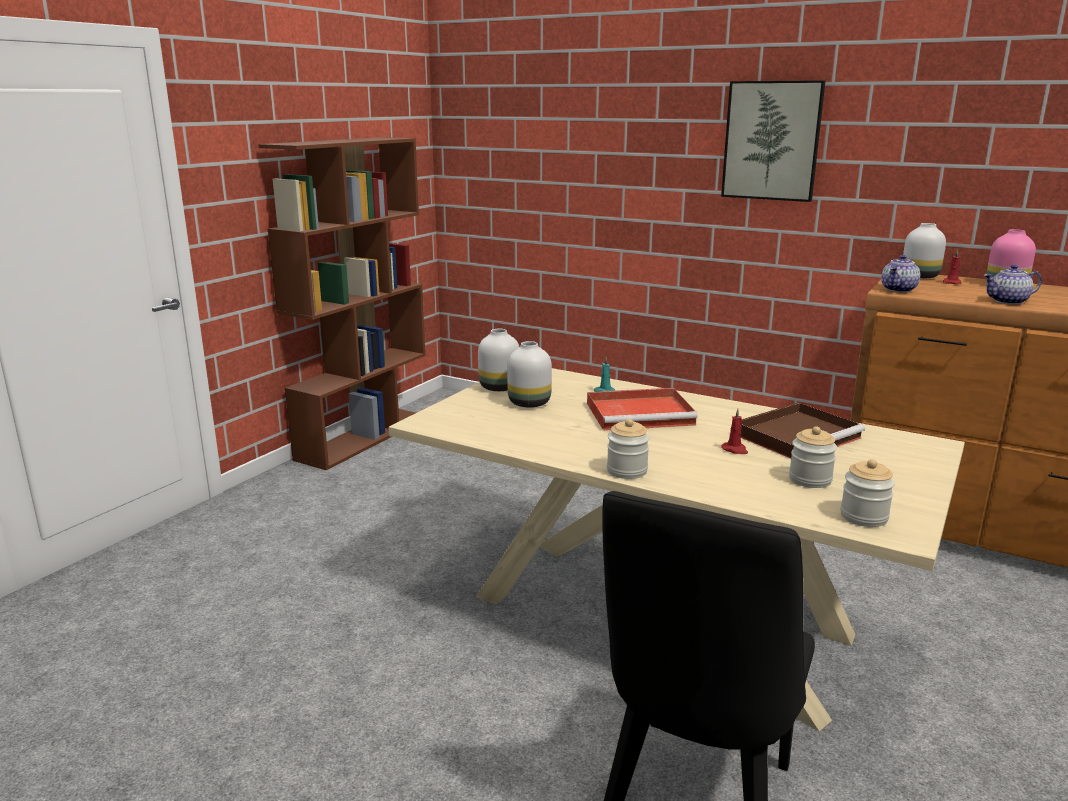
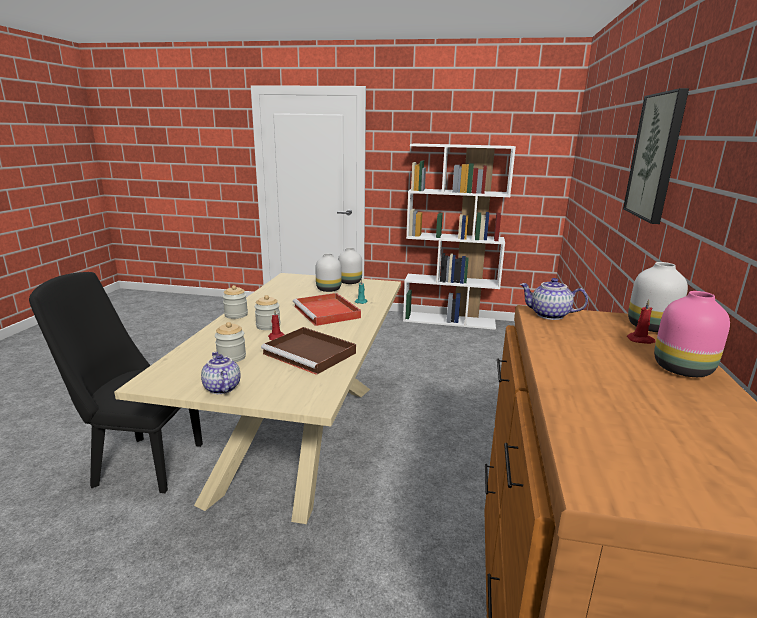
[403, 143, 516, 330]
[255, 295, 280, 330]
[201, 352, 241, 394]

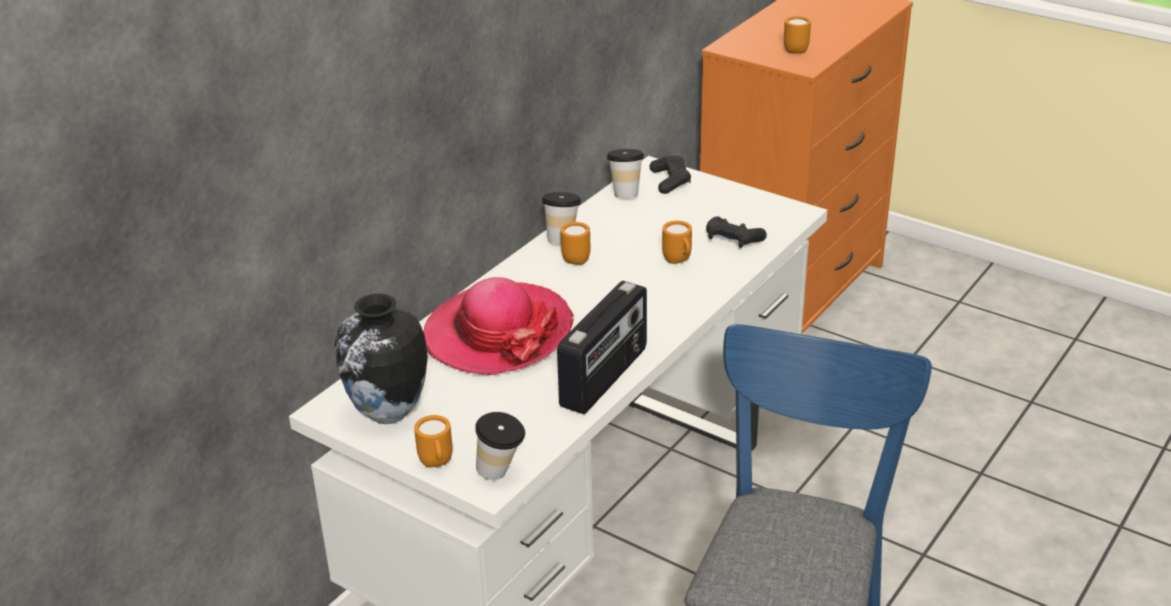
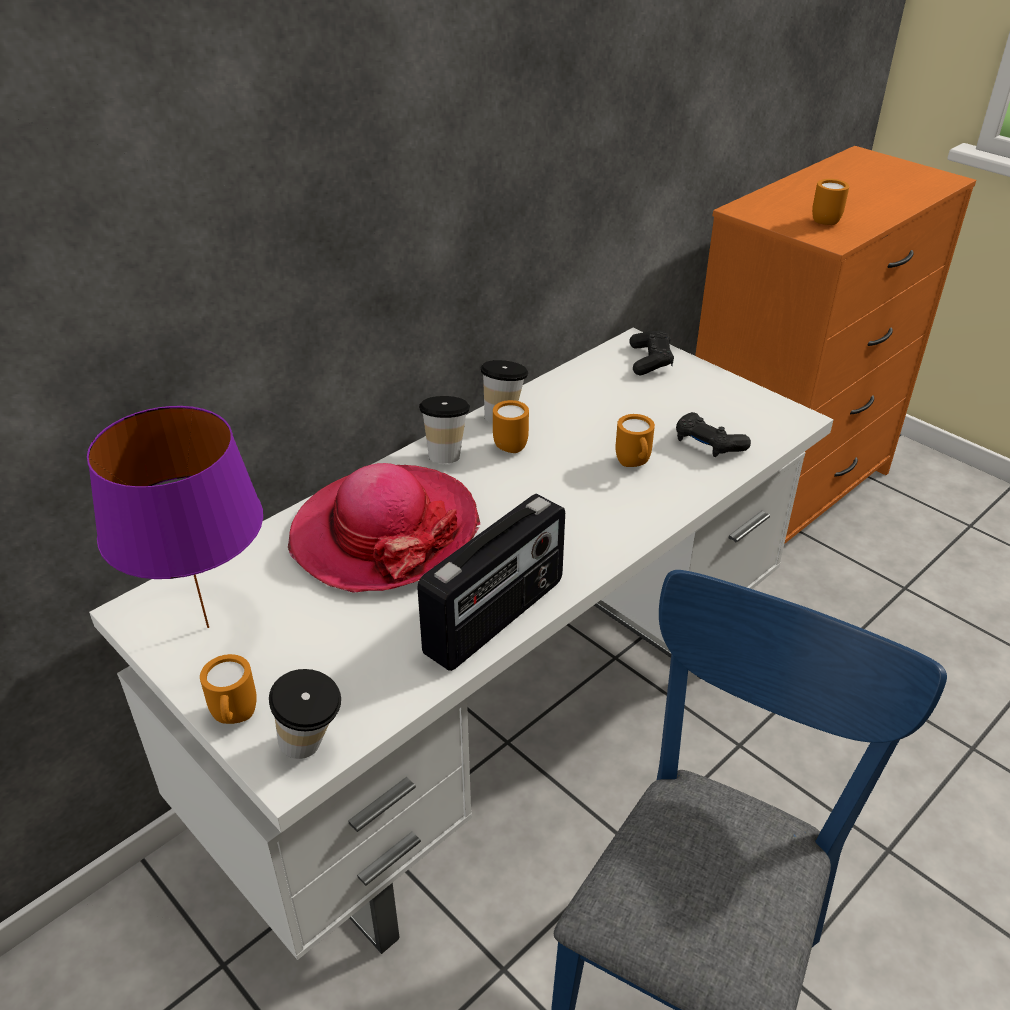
[87, 406, 263, 628]
[419, 396, 470, 463]

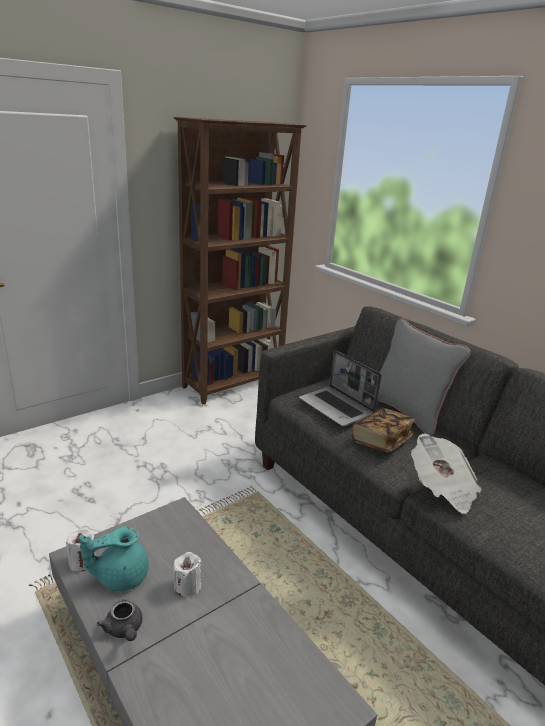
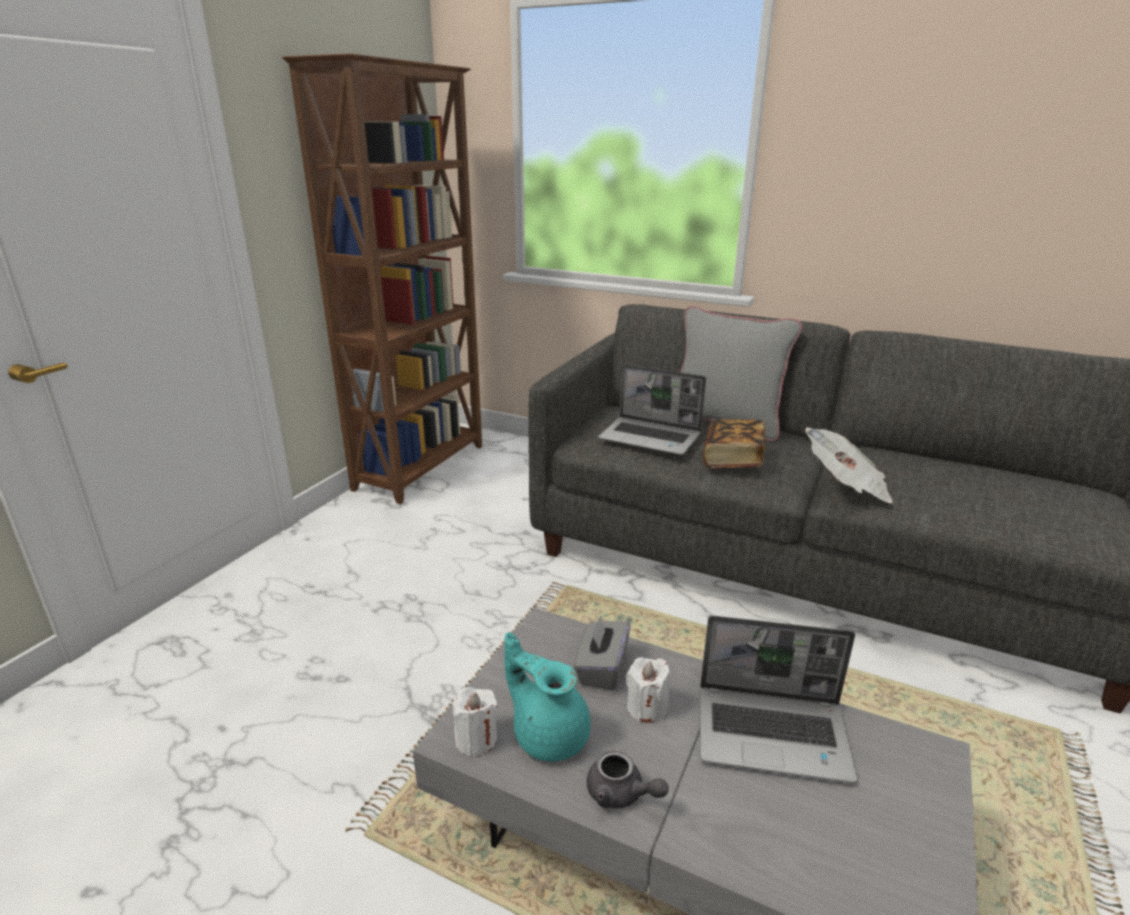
[504, 632, 591, 761]
[574, 615, 631, 690]
[700, 615, 857, 783]

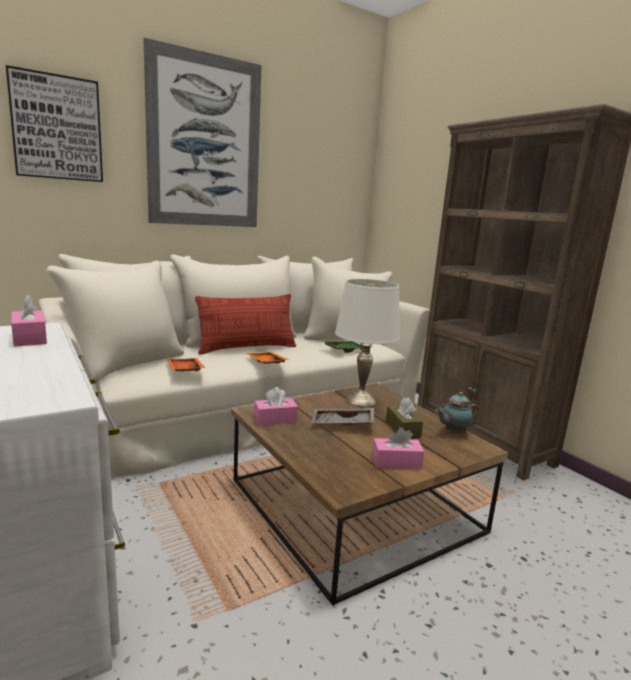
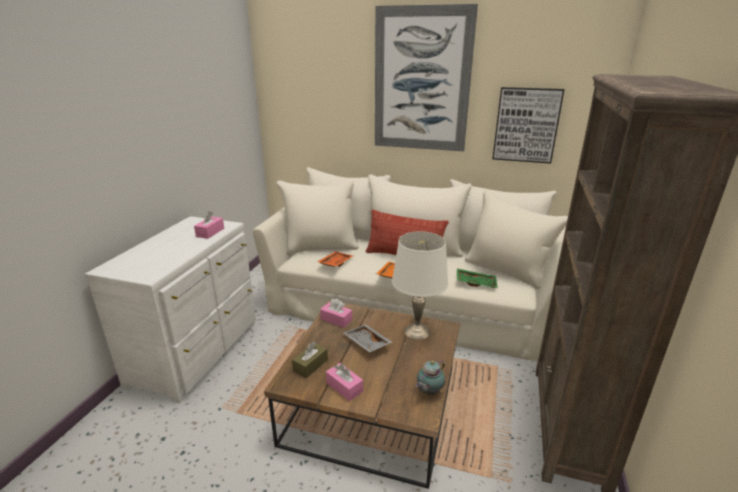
[493, 87, 564, 164]
[292, 342, 328, 378]
[416, 360, 445, 395]

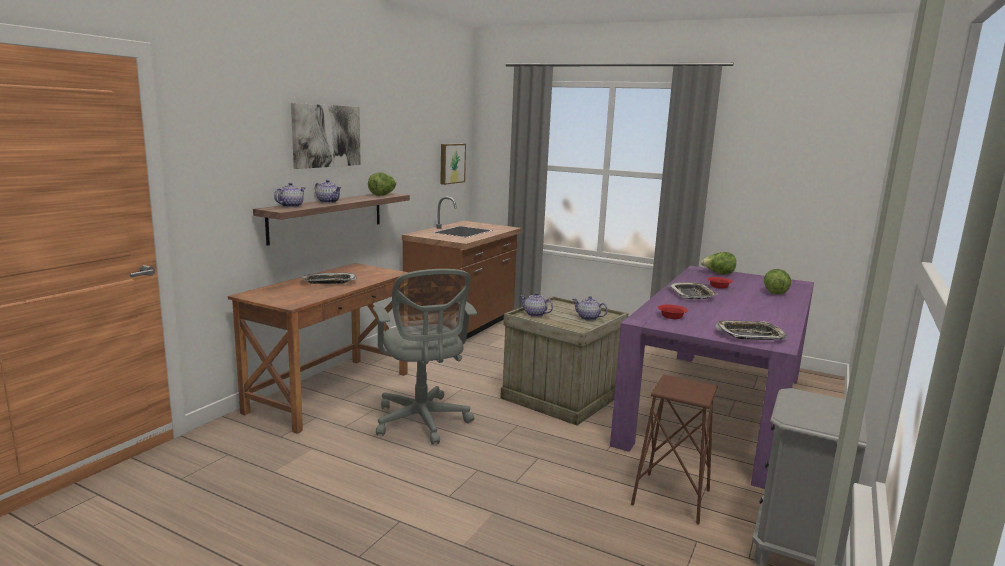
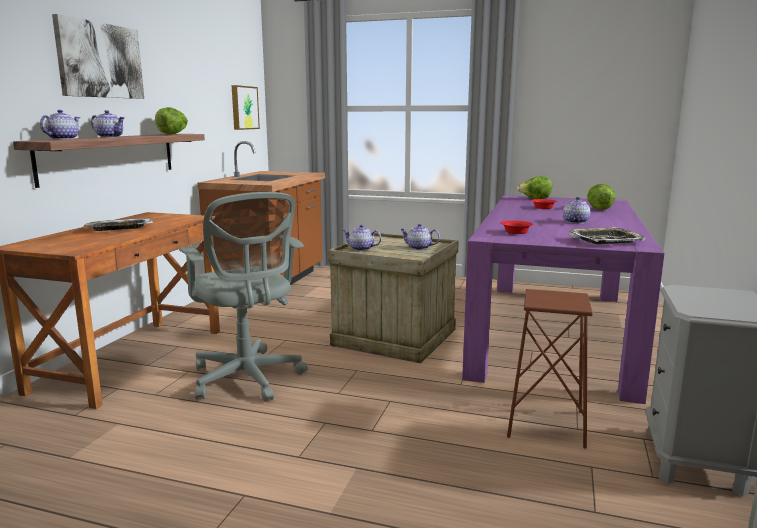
[669, 282, 717, 299] (first image)
[563, 197, 590, 224]

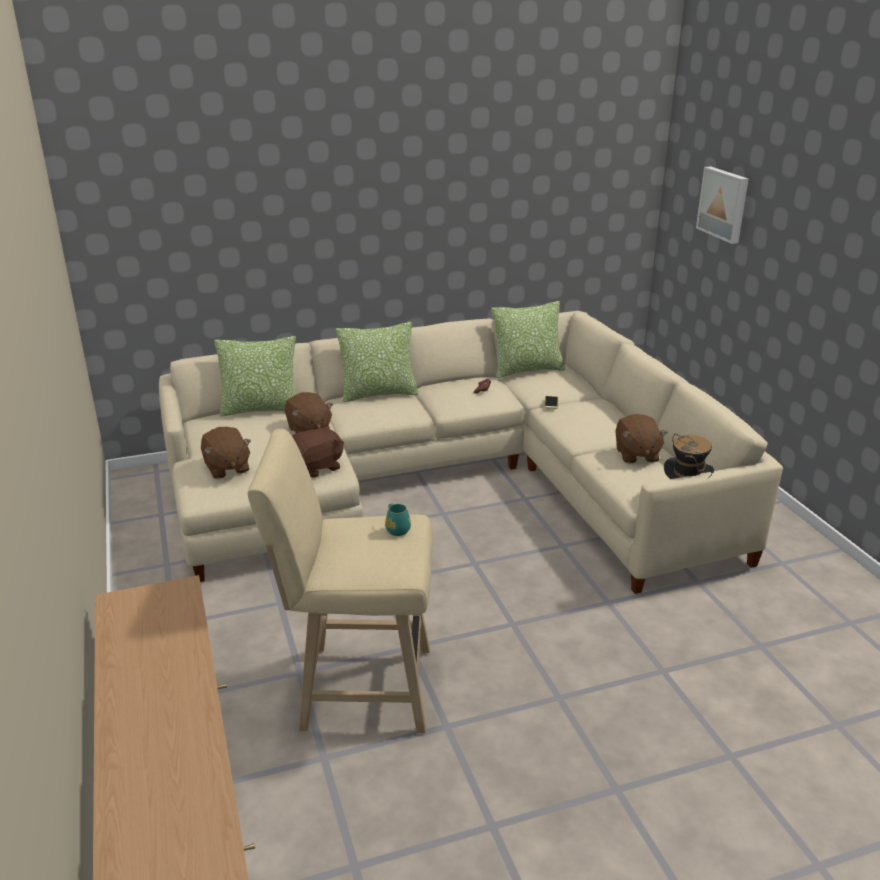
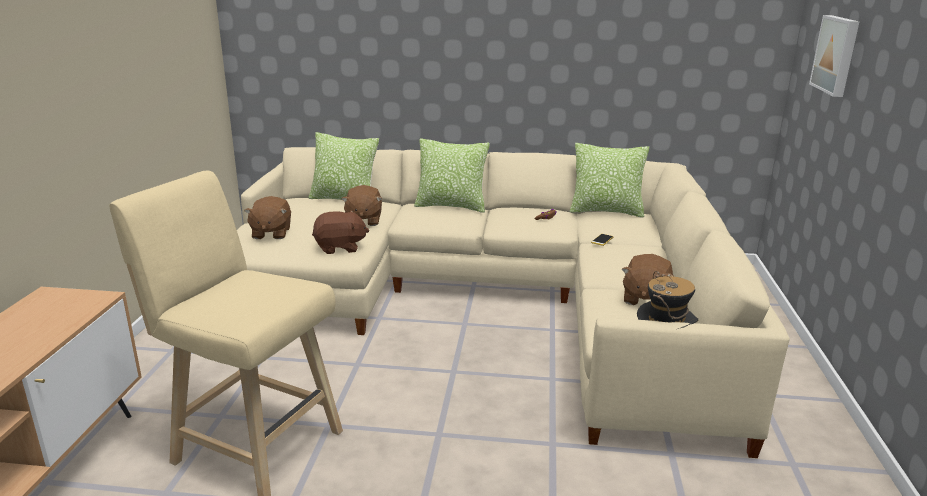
[385, 503, 411, 536] (first image)

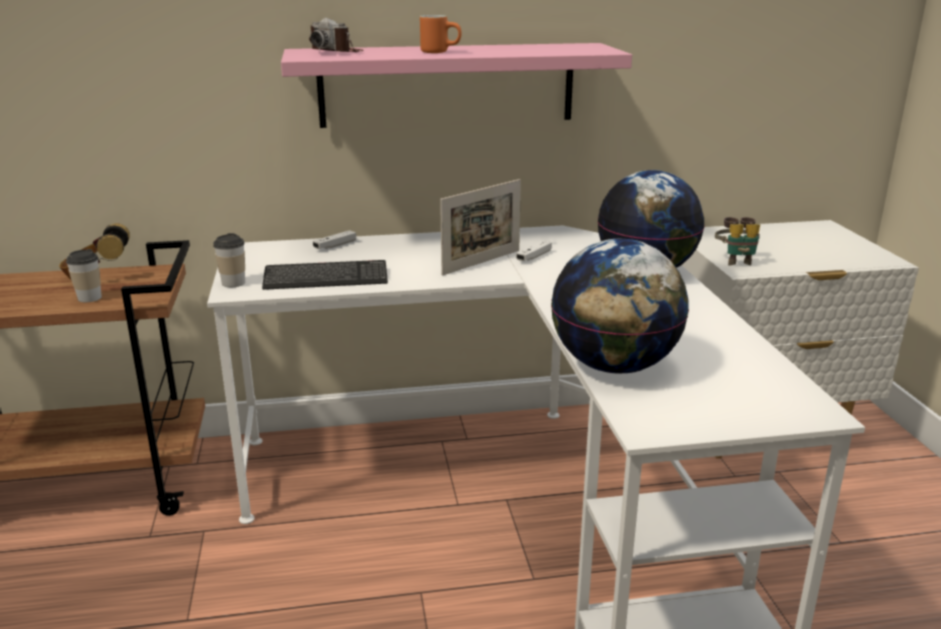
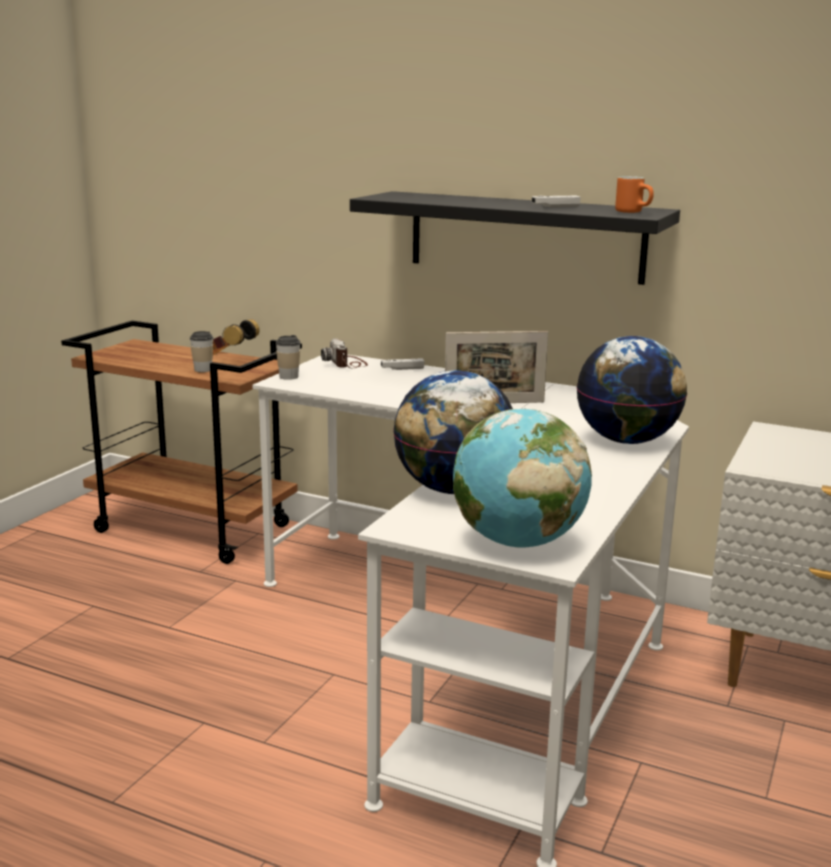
[262, 260, 388, 290] (first image)
[350, 191, 680, 285]
[321, 338, 368, 368]
[615, 176, 654, 213]
[531, 196, 581, 207]
[715, 217, 760, 266] (first image)
[453, 408, 592, 548]

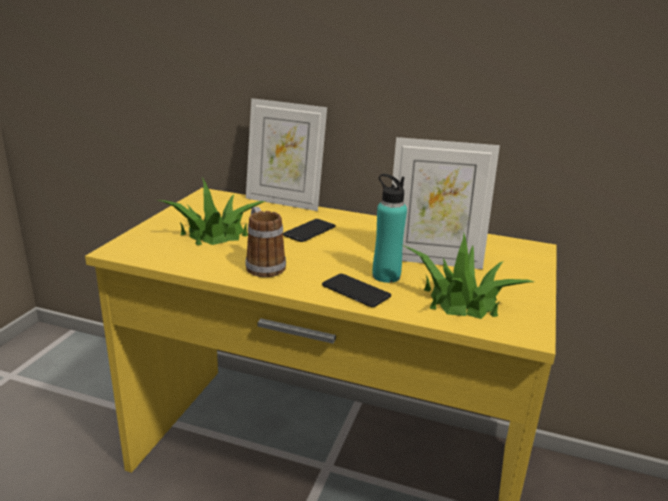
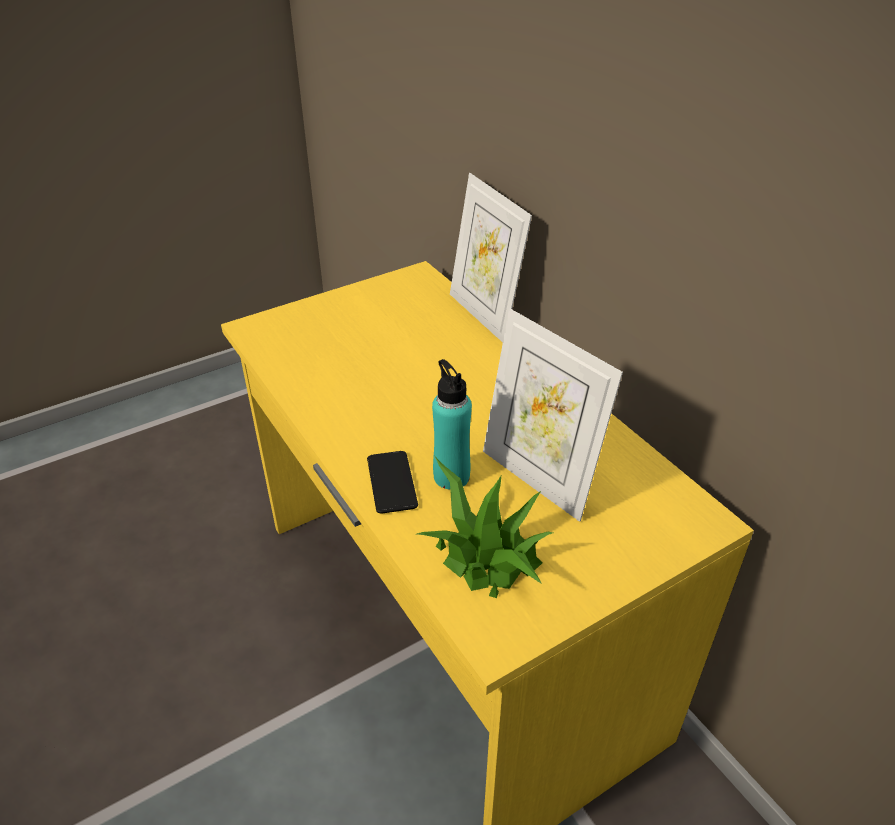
[158, 178, 265, 245] (first image)
[245, 207, 286, 277] (first image)
[283, 219, 336, 242] (first image)

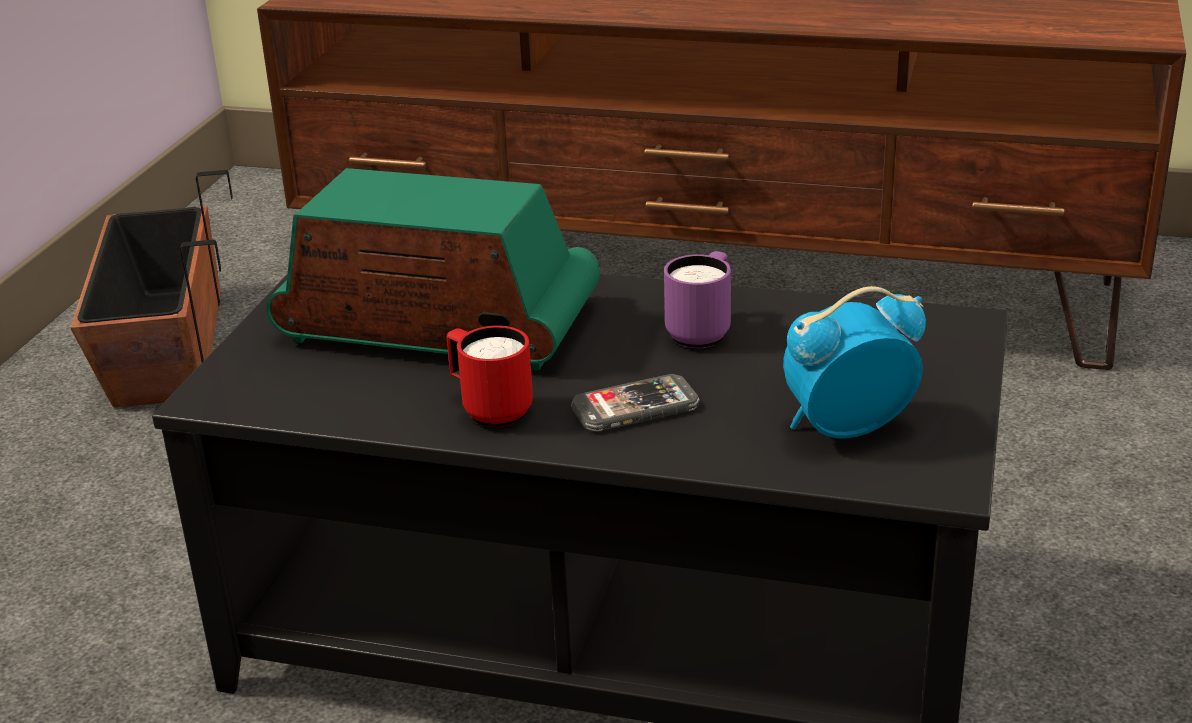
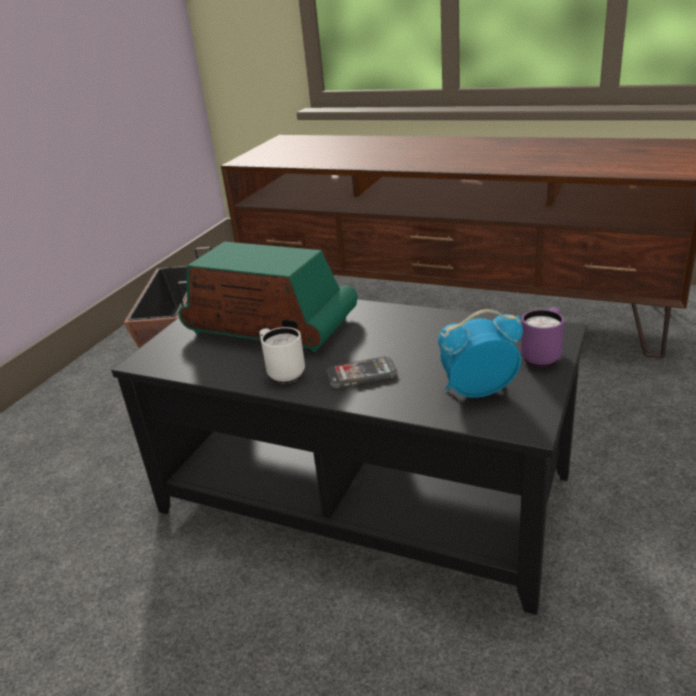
[259, 327, 305, 383]
[520, 308, 564, 367]

